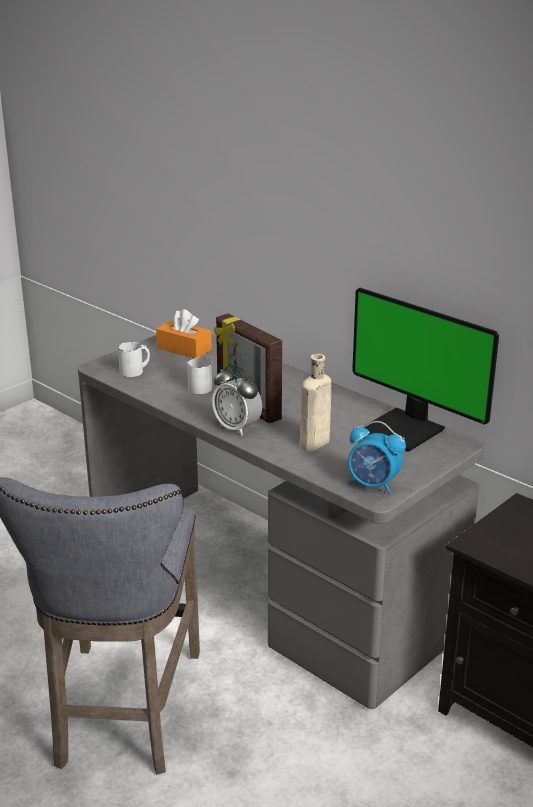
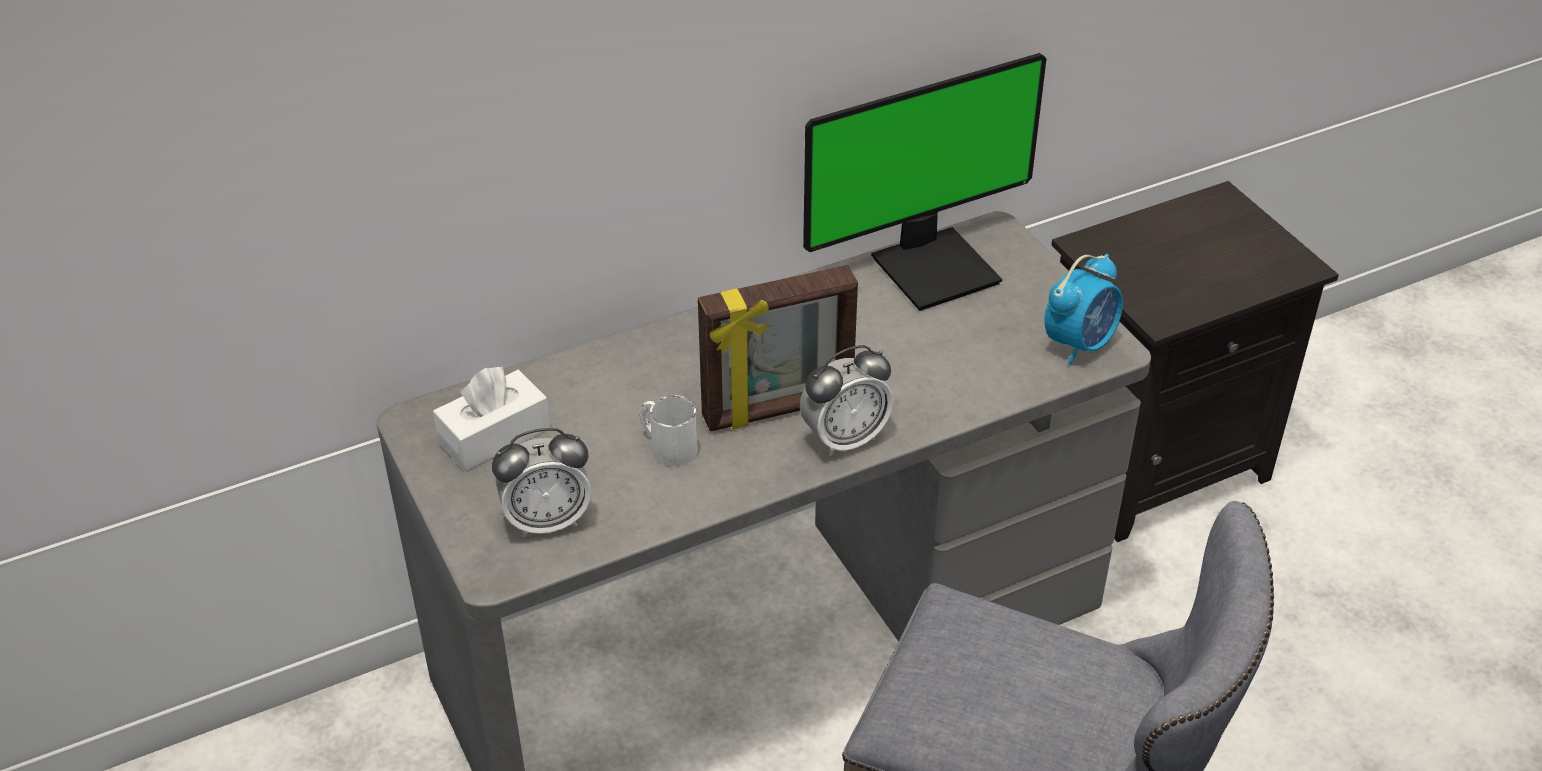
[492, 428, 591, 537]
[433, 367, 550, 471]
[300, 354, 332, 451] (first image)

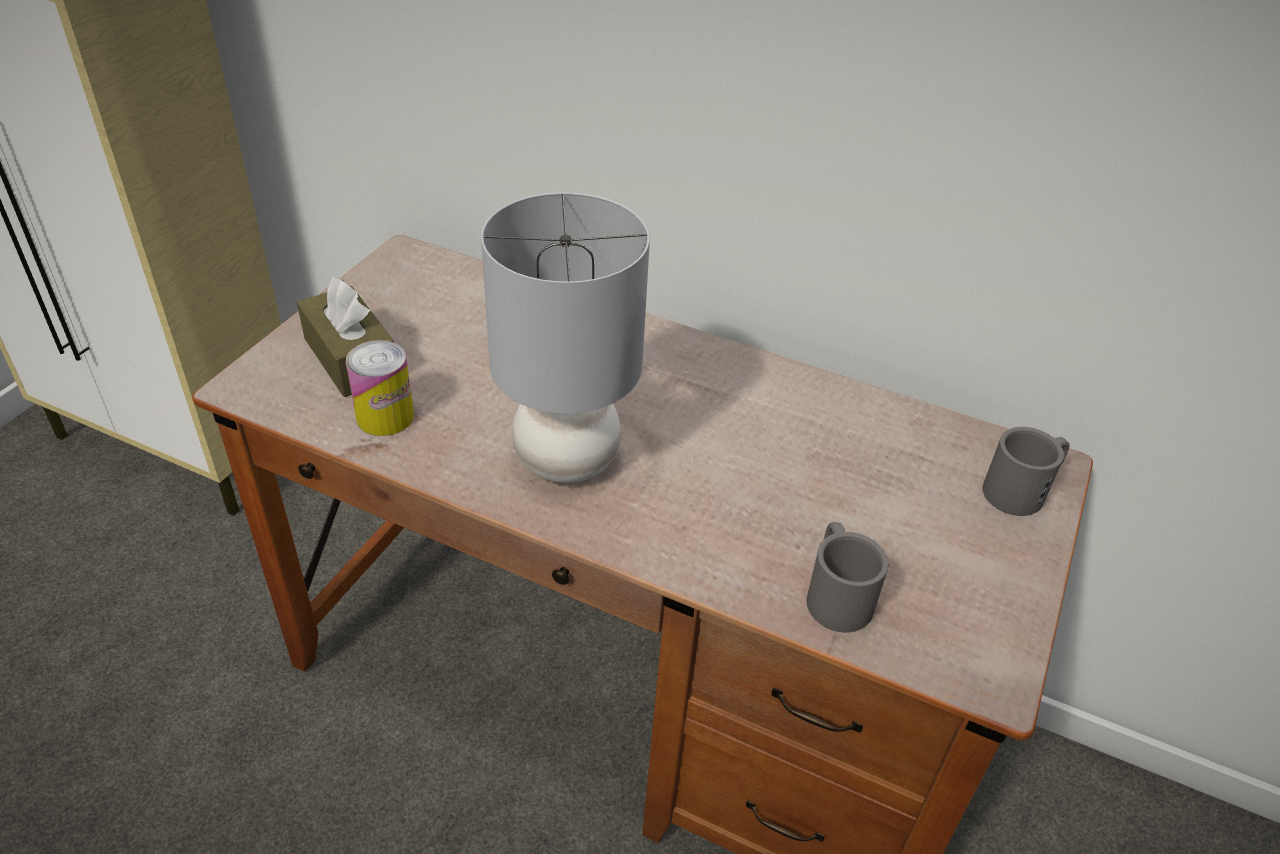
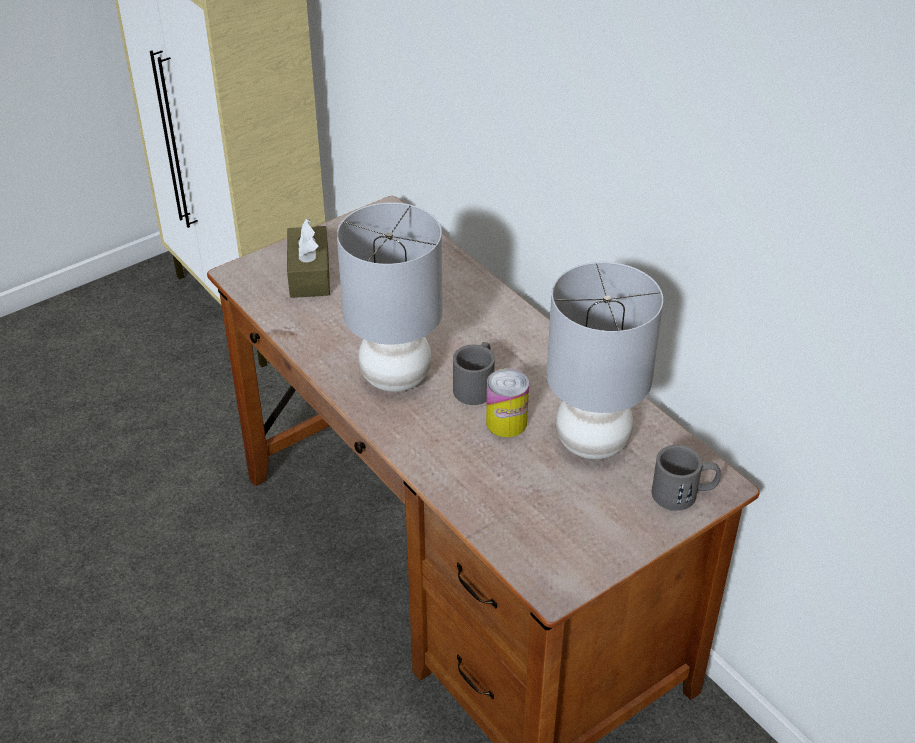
[486, 368, 529, 437]
[453, 342, 495, 405]
[546, 262, 663, 459]

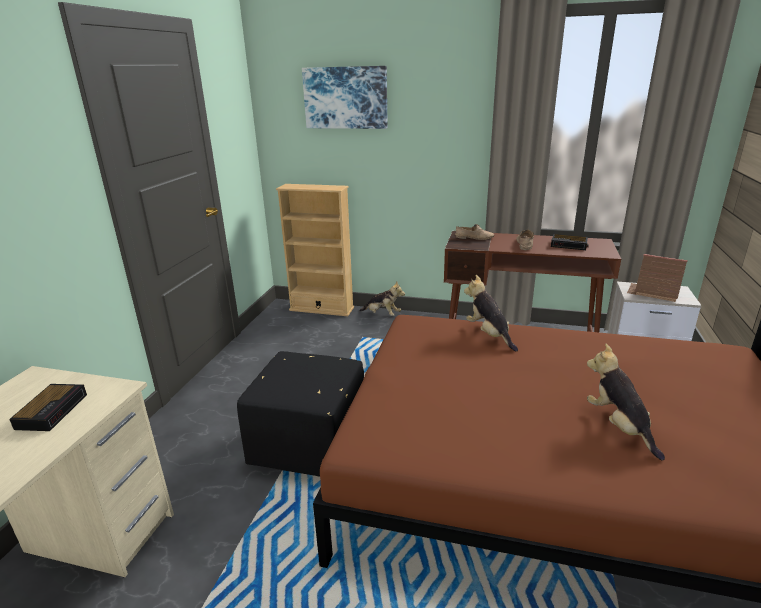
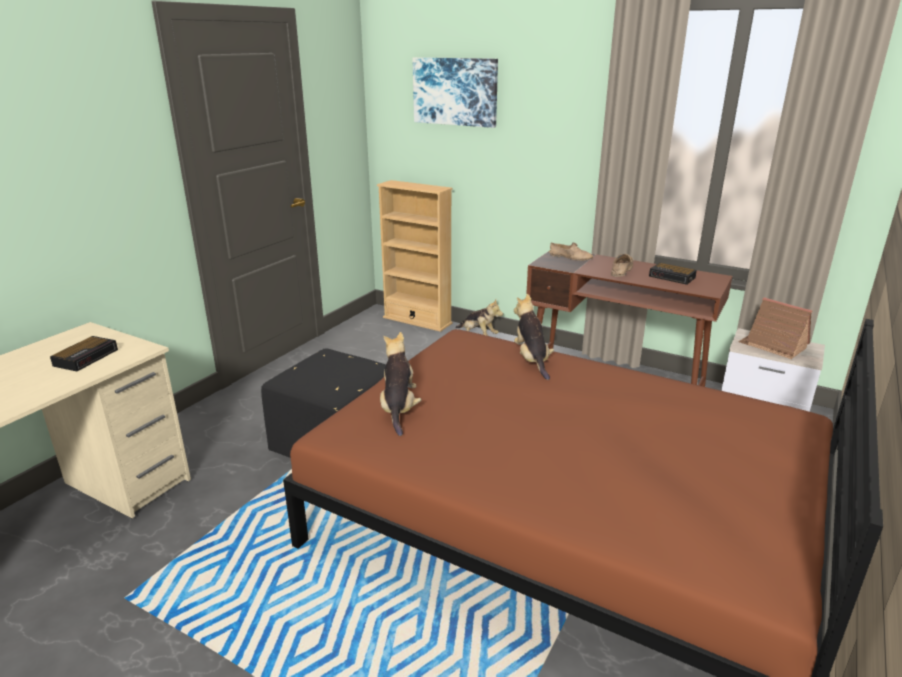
[380, 332, 422, 436]

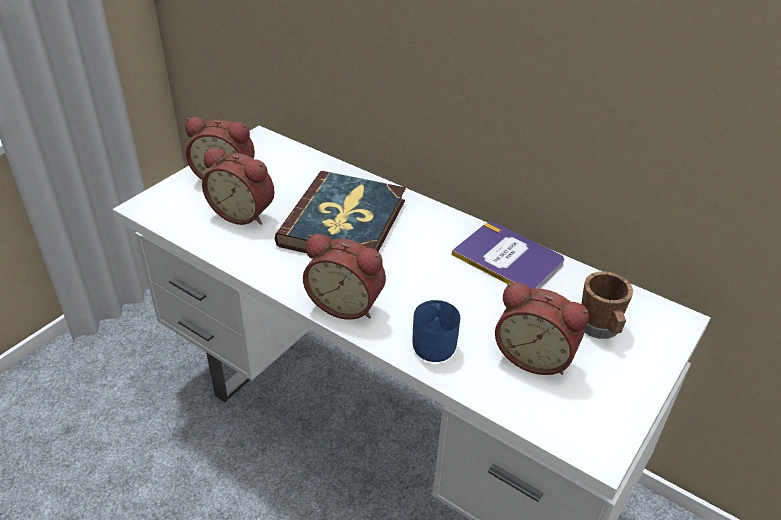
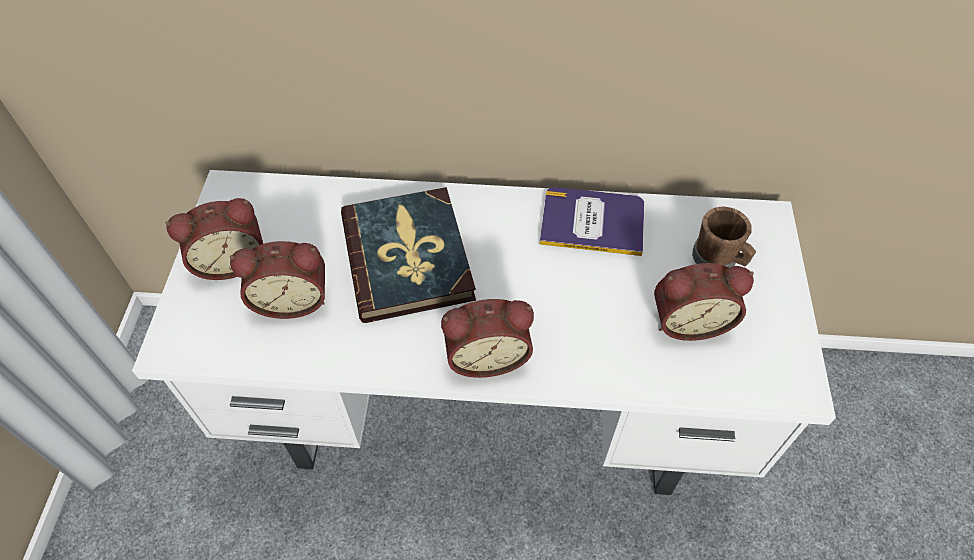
[412, 300, 460, 362] (first image)

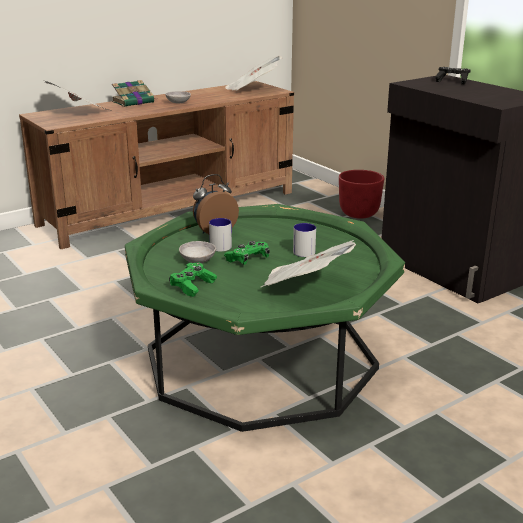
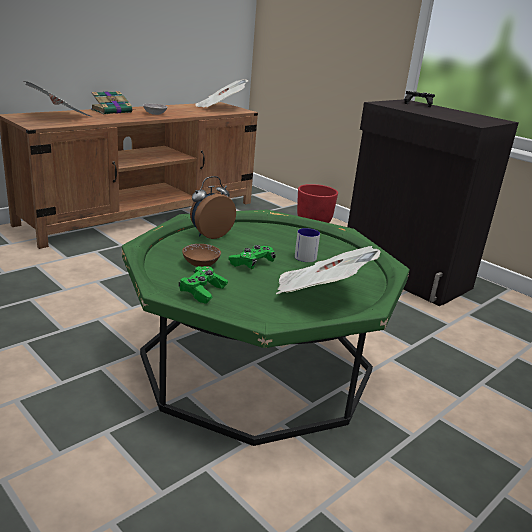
[182, 244, 221, 267]
[209, 218, 232, 252] (first image)

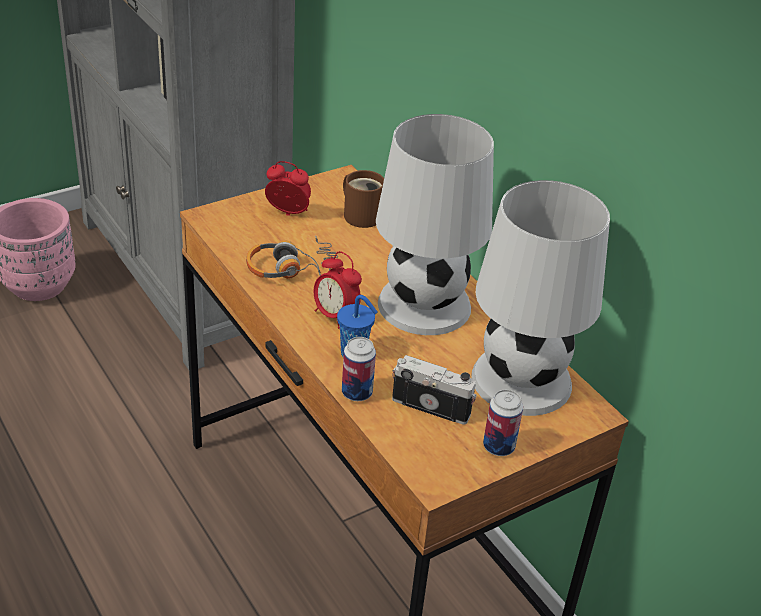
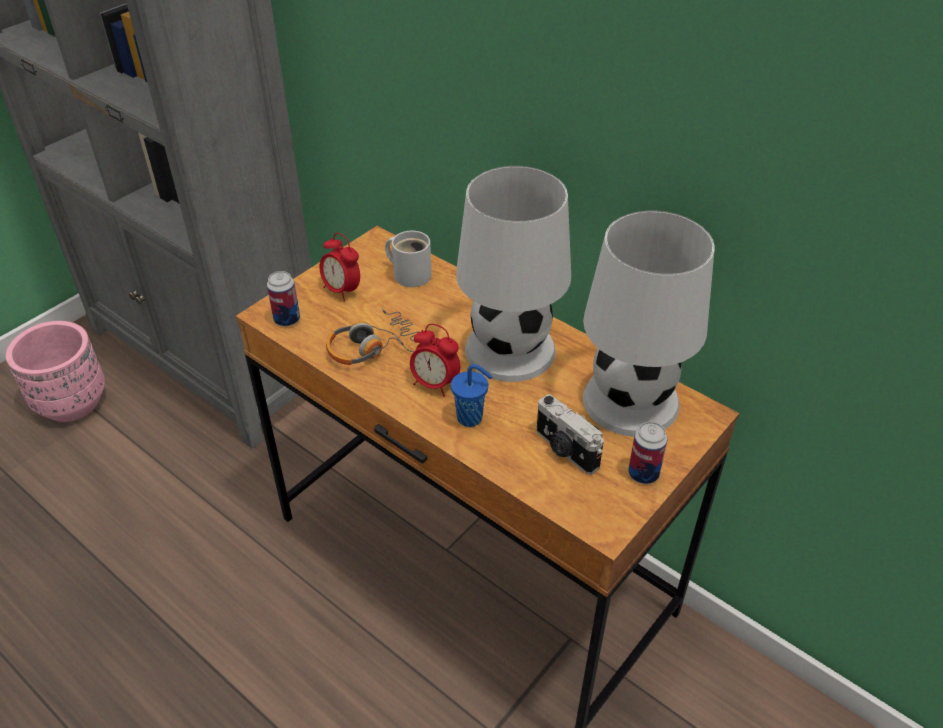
[319, 233, 360, 302]
[267, 271, 300, 326]
[385, 231, 432, 287]
[537, 394, 604, 475]

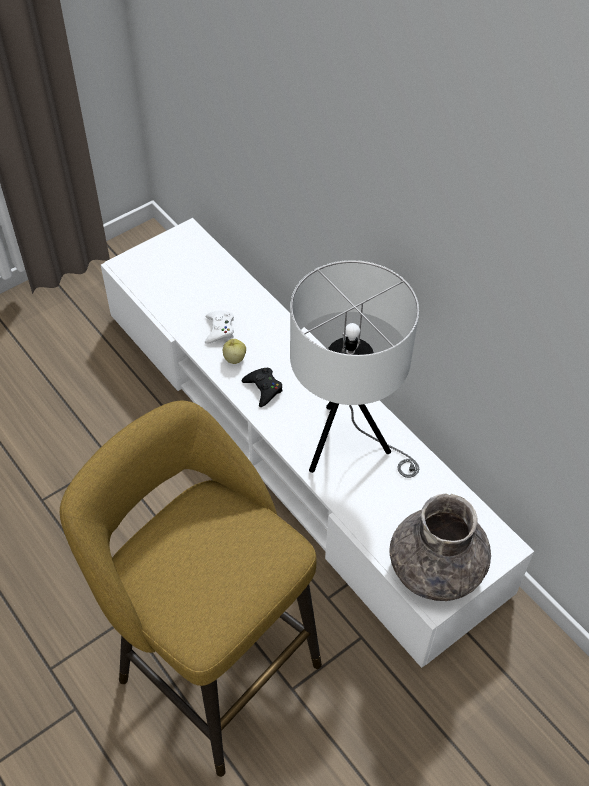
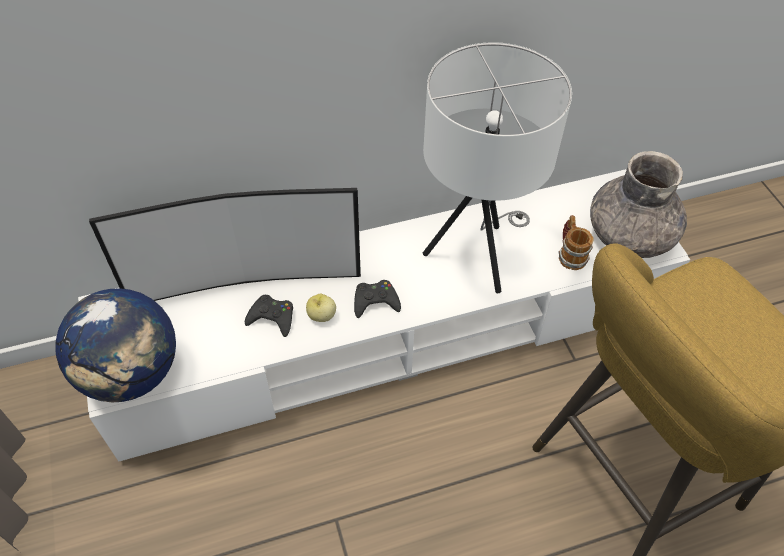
[245, 295, 293, 337]
[56, 288, 176, 402]
[89, 188, 361, 301]
[558, 215, 594, 270]

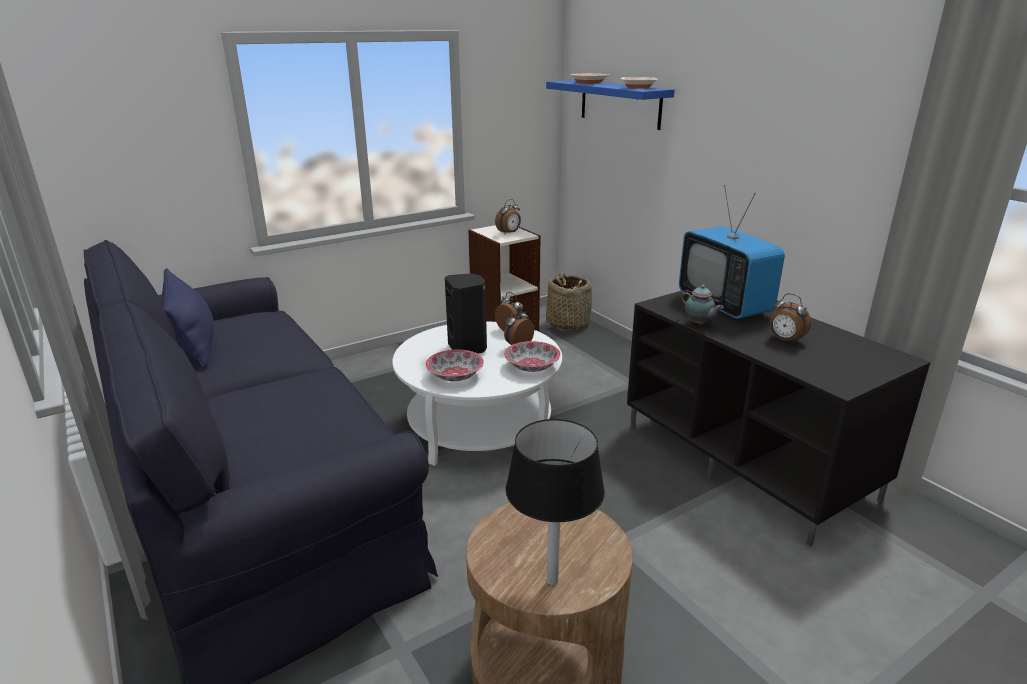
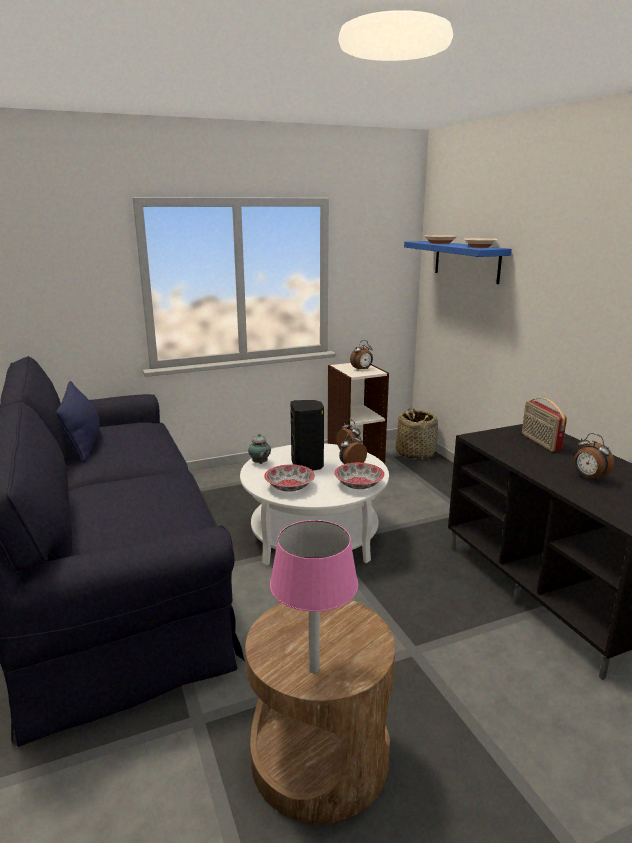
[270, 520, 358, 673]
[522, 398, 567, 452]
[248, 433, 271, 464]

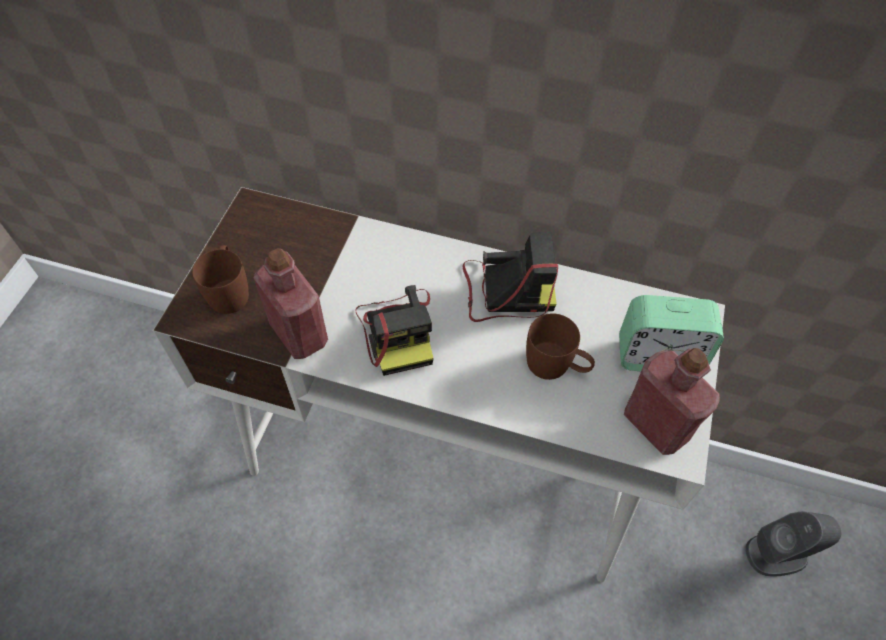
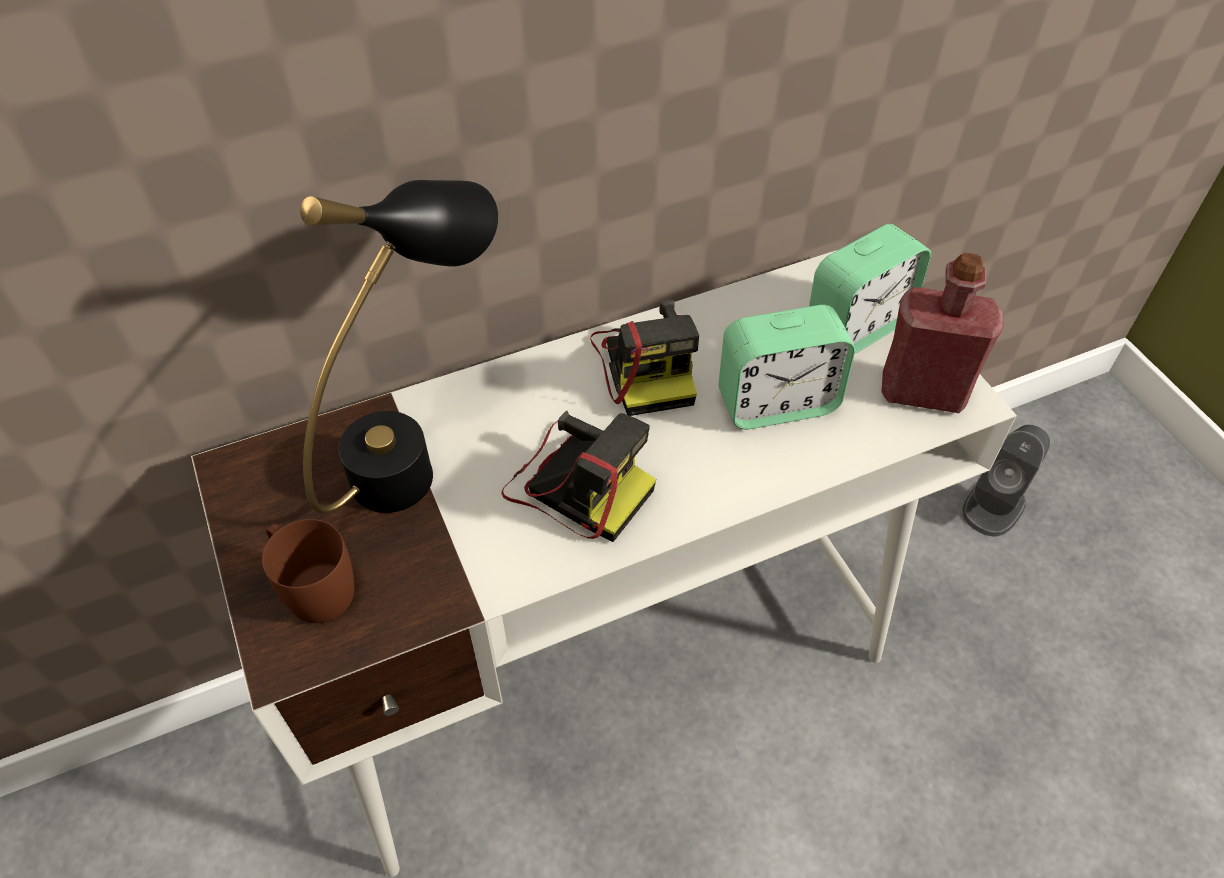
[254, 248, 328, 359] (first image)
[590, 300, 699, 416]
[719, 305, 856, 429]
[300, 180, 498, 513]

